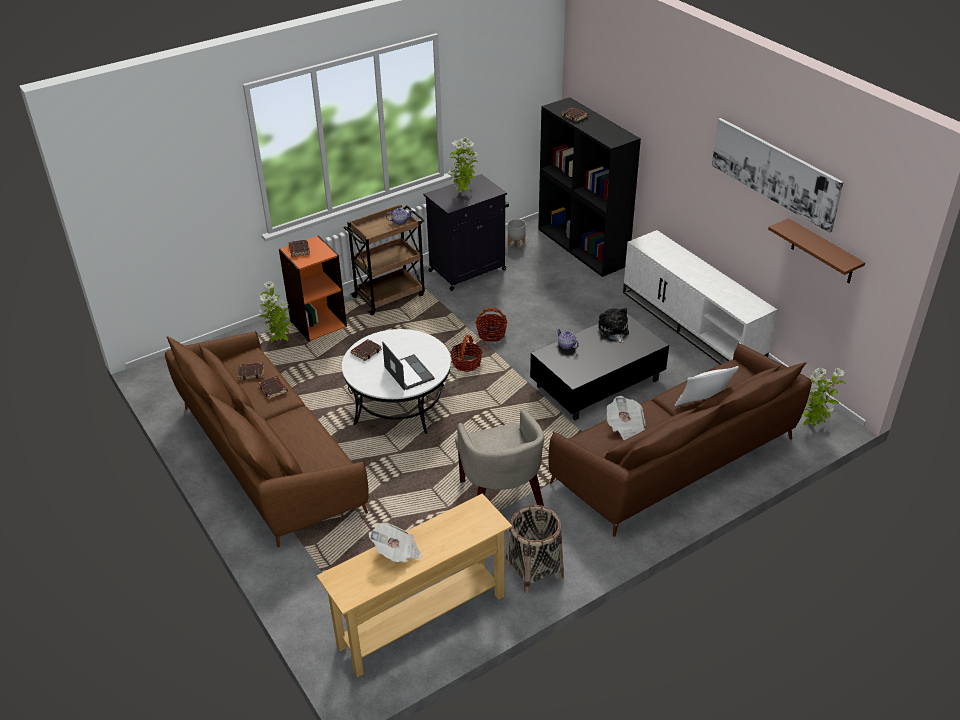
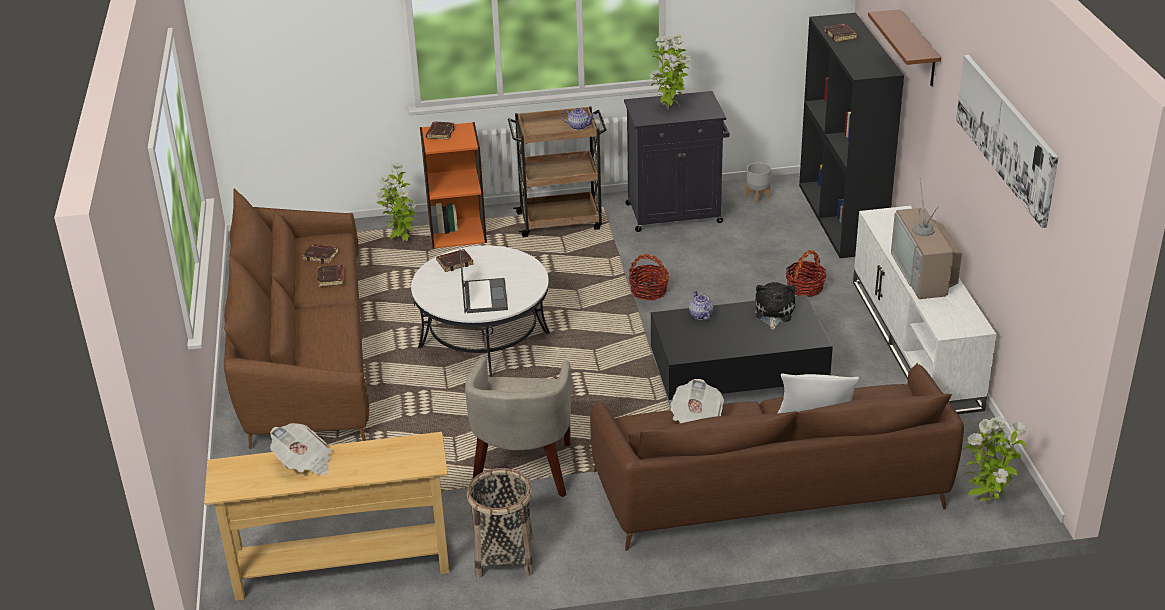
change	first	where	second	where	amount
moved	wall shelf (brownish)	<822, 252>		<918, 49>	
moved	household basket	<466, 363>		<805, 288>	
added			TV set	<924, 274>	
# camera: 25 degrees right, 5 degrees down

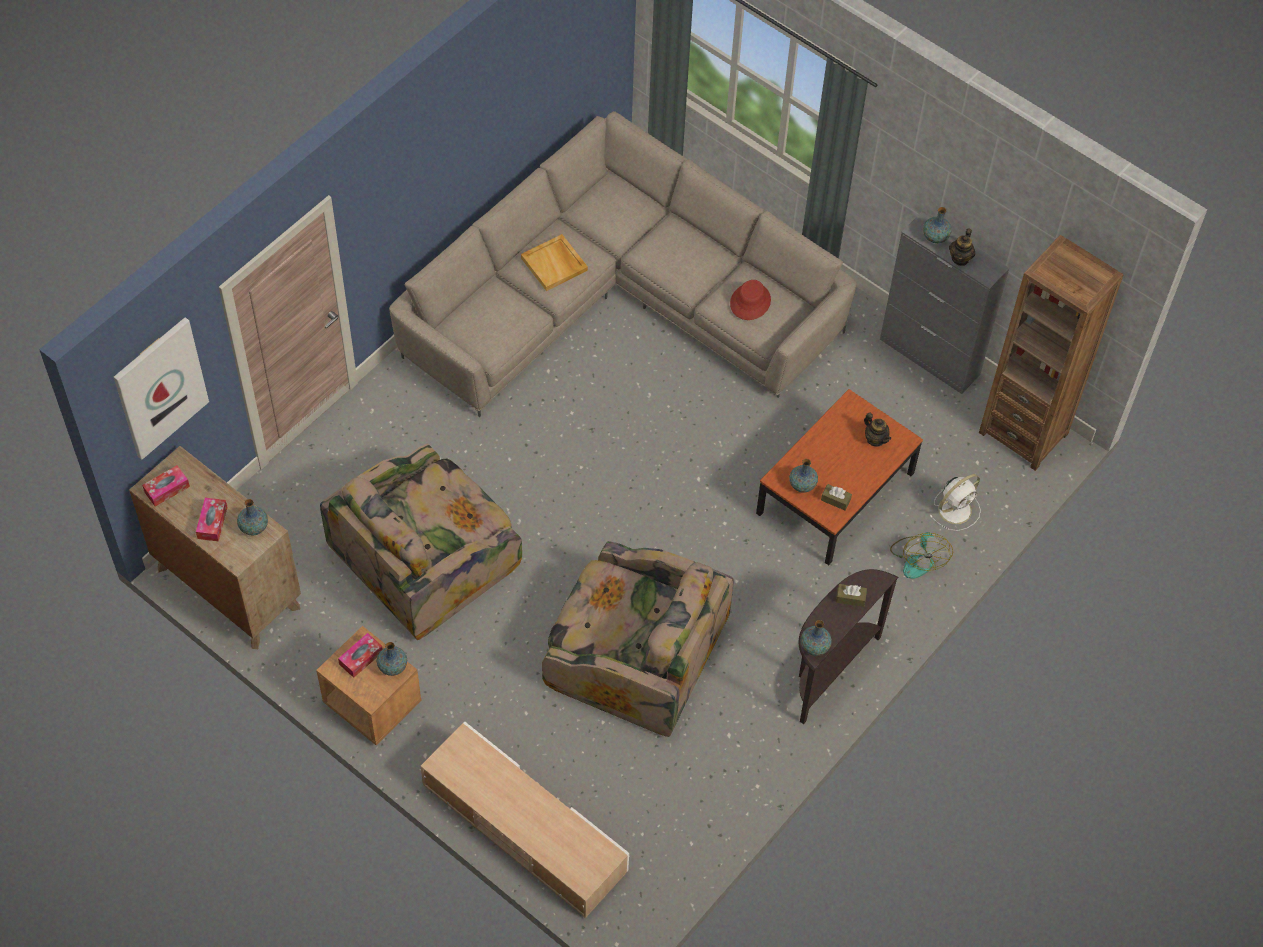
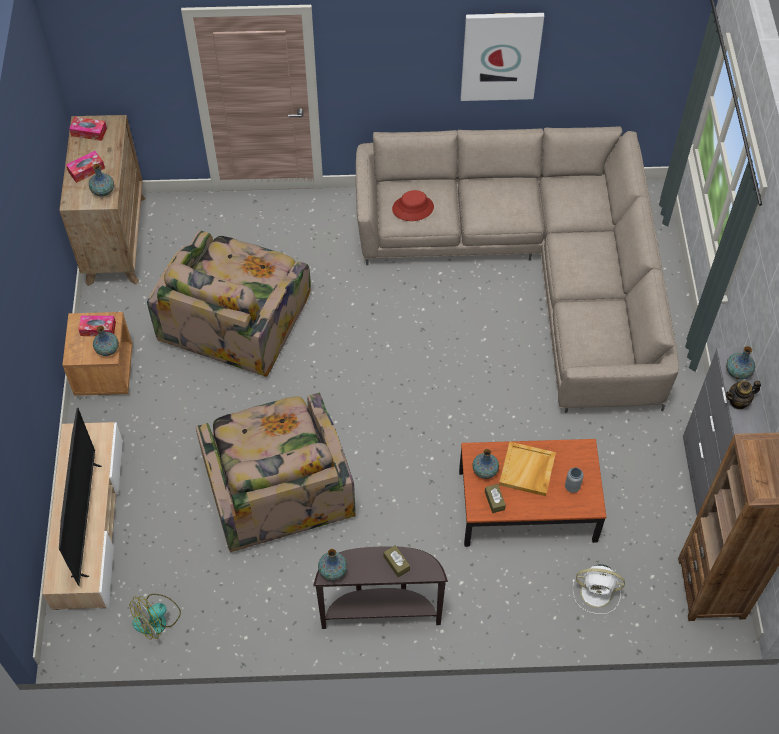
change	first	where	second	where	amount
moved	tray (beige)	<555, 264>		<527, 470>	
moved	clothing hat (red)	<750, 302>		<413, 208>	
moved	wall art	<160, 387>		<500, 56>	
replaced	pot for tea	<875, 439>	vase (greyish)	<572, 487>	
turned	easy chair	<427, 557>		<236, 317>	75 degrees counterclockwise
moved	fan	<918, 558>		<157, 619>	
added			TV set	<86, 520>	
# camera: 50 degrees right, 0 degrees up

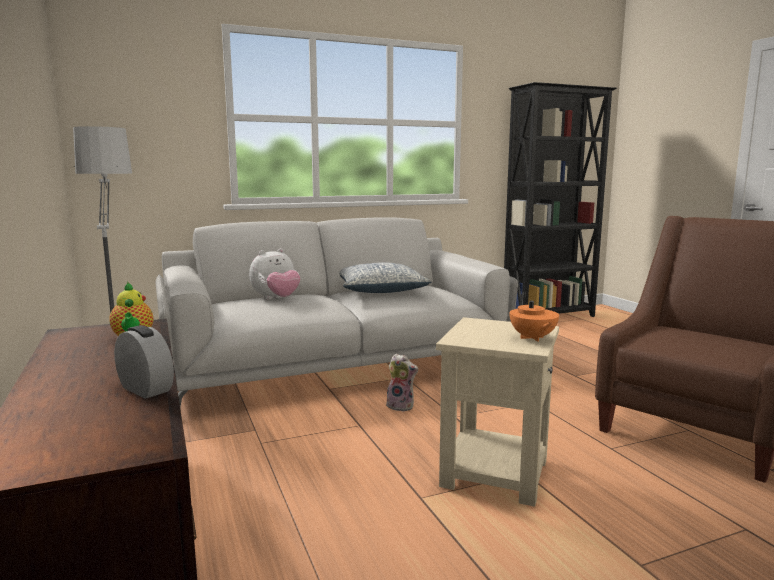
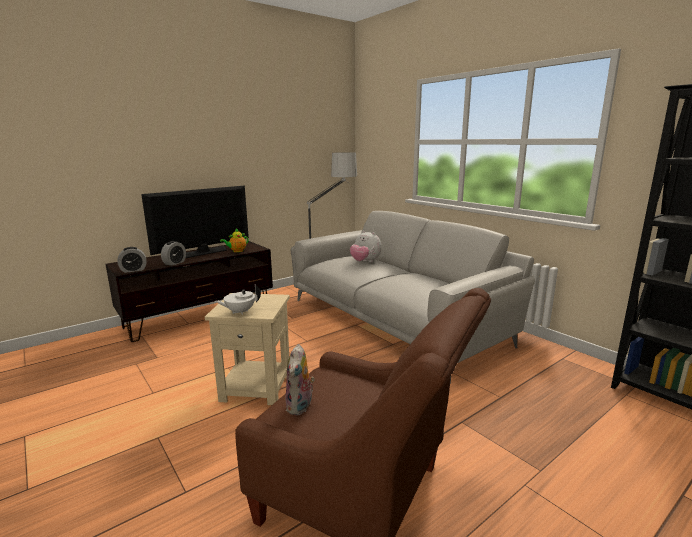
change	first	where	second	where	amount
removed	throw pillow	<381, 290>			
recoloured	pot for tea (orange)	<532, 338>	pot for tea (white-coloured)	<240, 312>	
moved	soft toy	<401, 406>		<300, 407>	
added			TV set	<203, 252>	
added			table clock	<133, 270>	
# camera: 75 degrees right, 5 degrees up

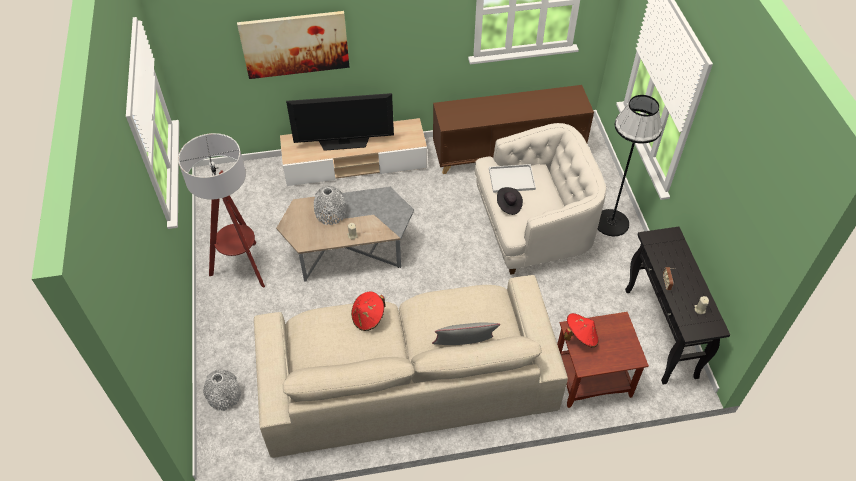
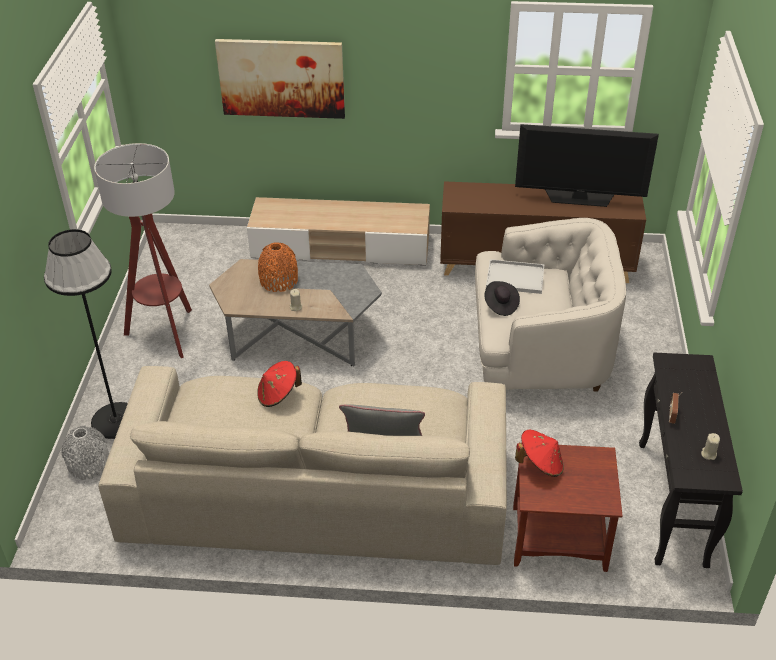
change	first	where	second	where	amount
moved	TV set	<344, 142>		<579, 198>	
moved	floor lamp (black-coloured)	<611, 222>		<116, 420>	
recoloured	vase (greyish)	<330, 213>	vase (orange)	<279, 280>	
# camera: 15 degrees right, 10 degrees down

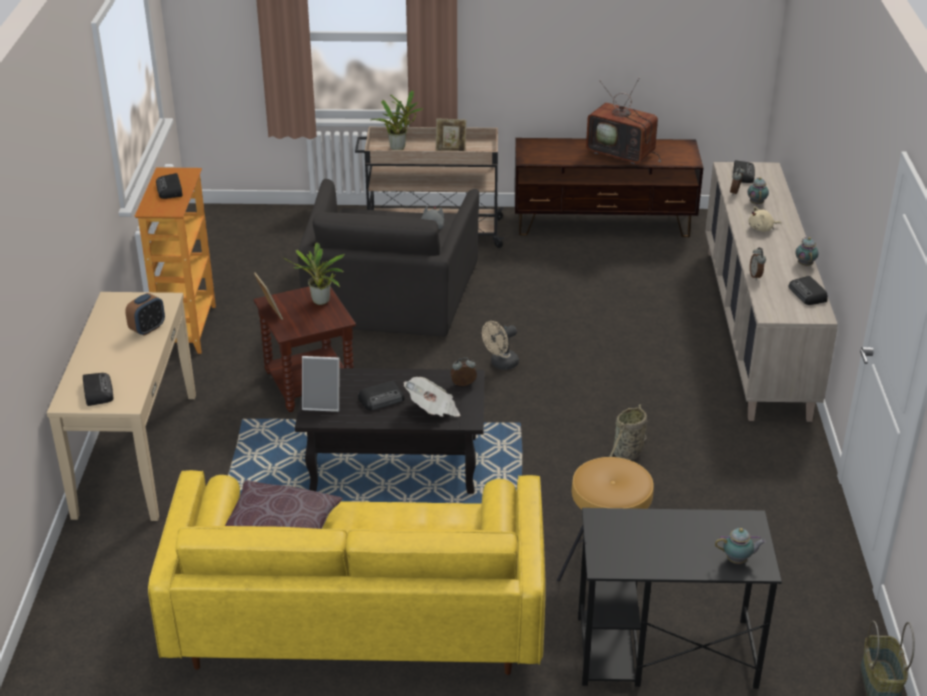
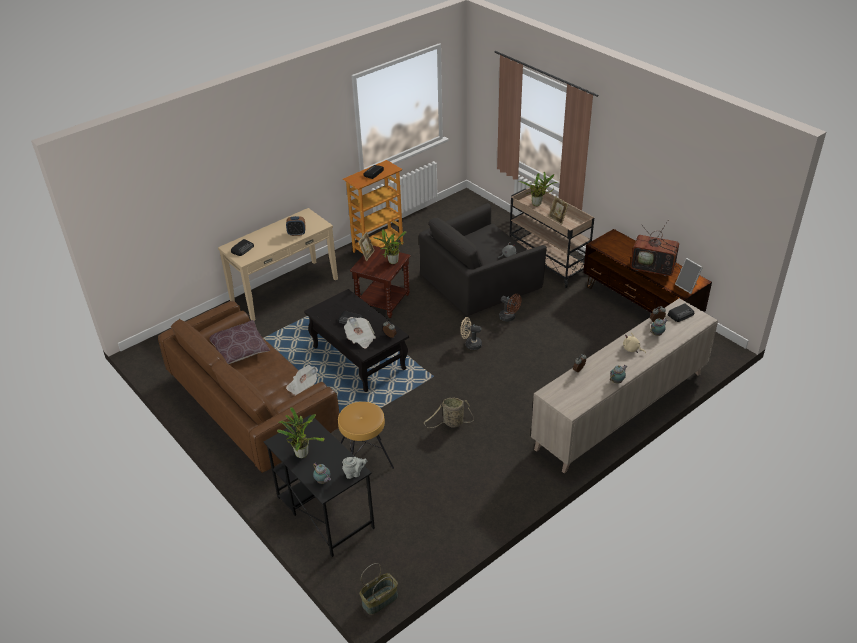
change	first	where	second	where	amount
turned	TV set	<623, 153>		<654, 267>	60 degrees counterclockwise
removed	radio receiver	<808, 294>			
moved	photo frame	<323, 403>		<687, 286>	
recoloured	couch (yellow-coloured)	<358, 617>	couch (brownish)	<253, 407>	
added			fan (brownish)	<509, 317>	
added			daily paper	<303, 387>	
added			houseplant	<301, 452>	
added			pot for tea (greyish)	<354, 473>	
# camera: 50 degrees right, 5 degrees up

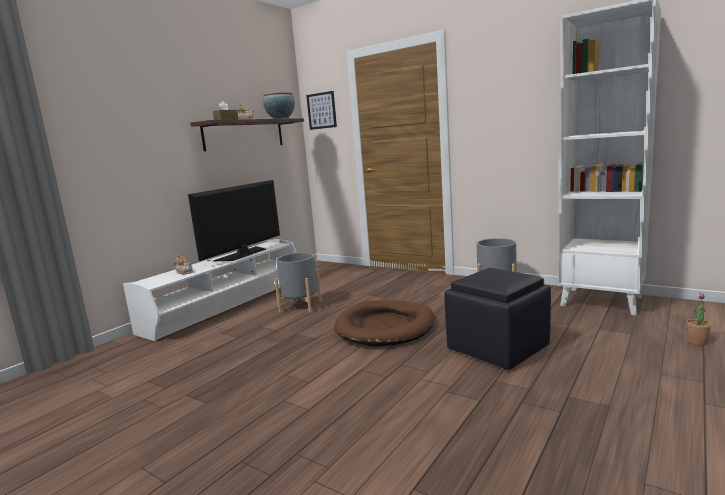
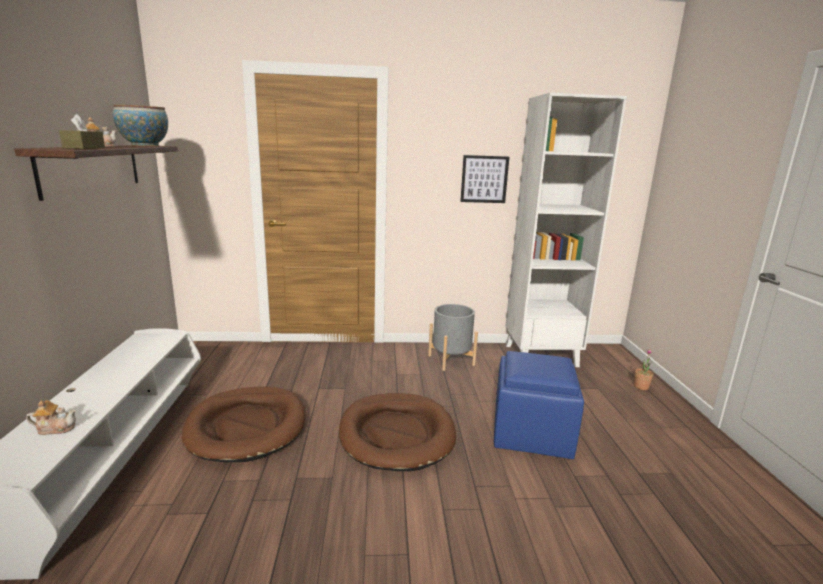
change	first	where	second	where	amount
moved	wall art	<321, 110>		<484, 179>	
removed	TV set	<243, 254>			
replaced	flower pot (greyish)	<300, 306>	dog cushion (brownish)	<247, 427>	
recoloured	footrest (black-coloured)	<496, 348>	footrest (blue-coloured)	<530, 434>	
# camera: 40 degrees left, 5 degrees up

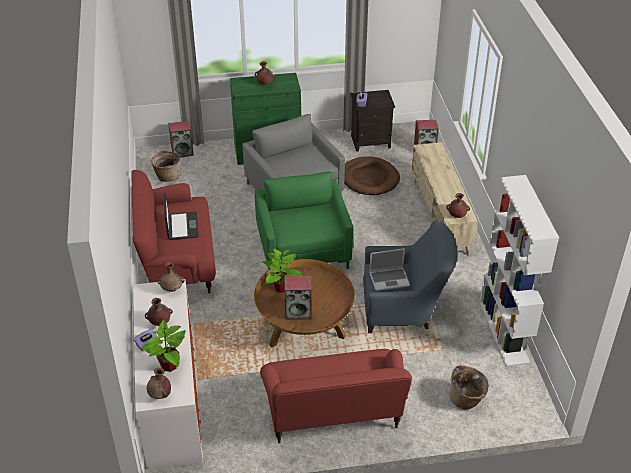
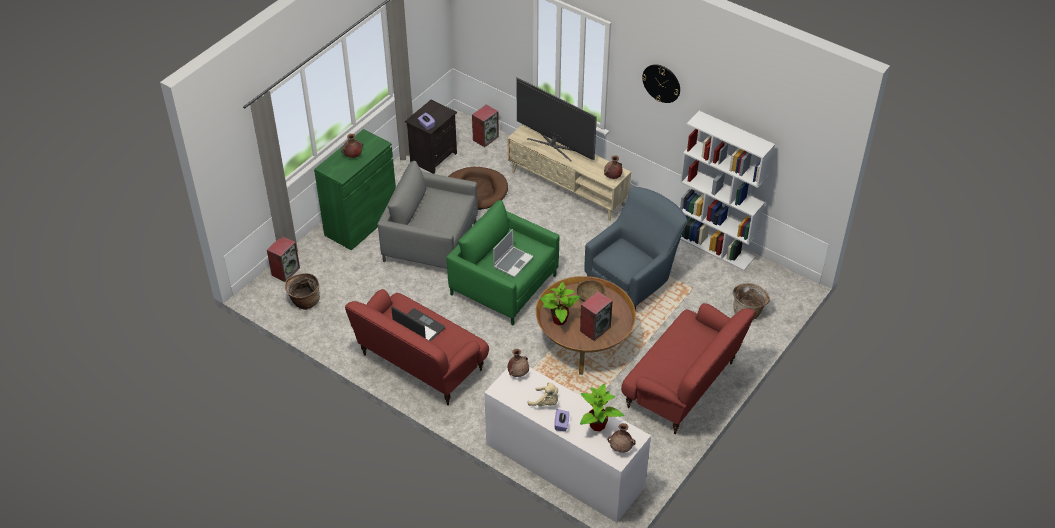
change	first	where	second	where	amount
moved	notebook computer	<389, 279>		<513, 262>	
replaced	vase (brownish)	<159, 322>	soft toy (beige)	<546, 402>	
added			wall clock	<661, 83>	
added			TV set	<554, 145>	
added			serving bowl (brownish)	<589, 295>	
# camera: 45 degrees left, 5 degrees up

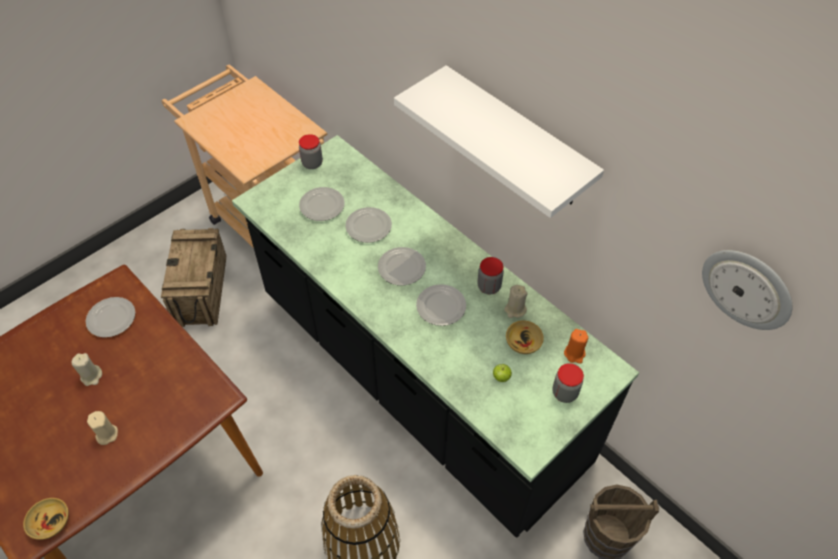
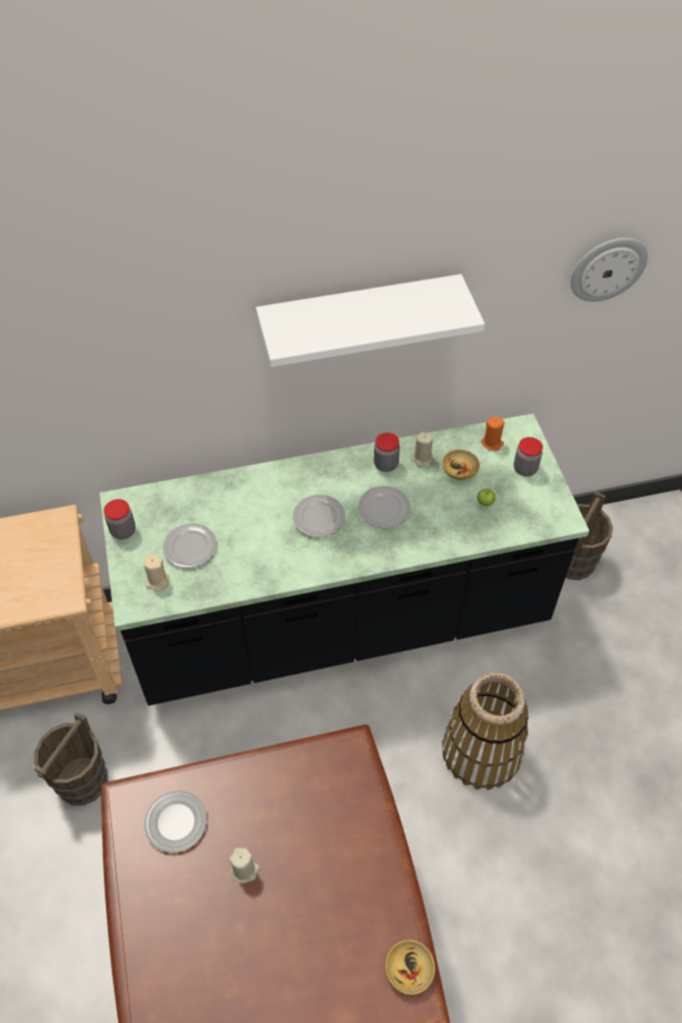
change	first	where	second	where	amount
removed	dinner plate	<369, 227>			
replaced	crate	<202, 291>	pail (brownish)	<82, 780>	
moved	wax light (beige)	<107, 434>		<157, 581>	
# camera: 60 degrees left, 0 degrees up

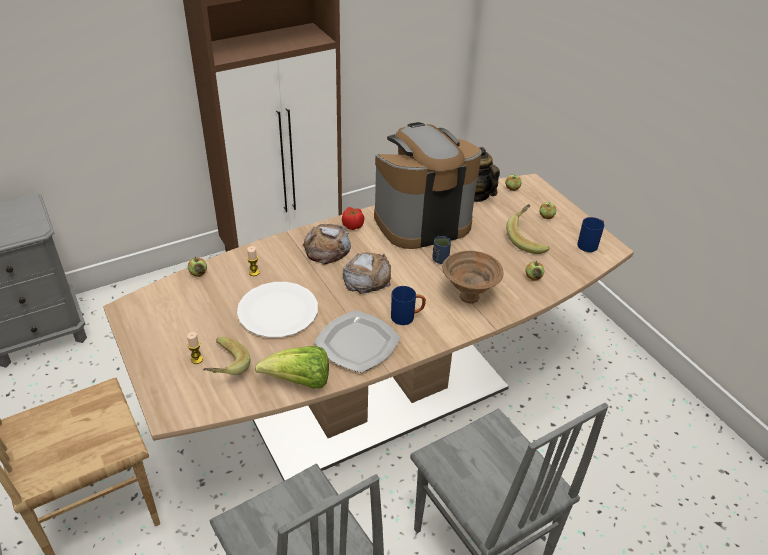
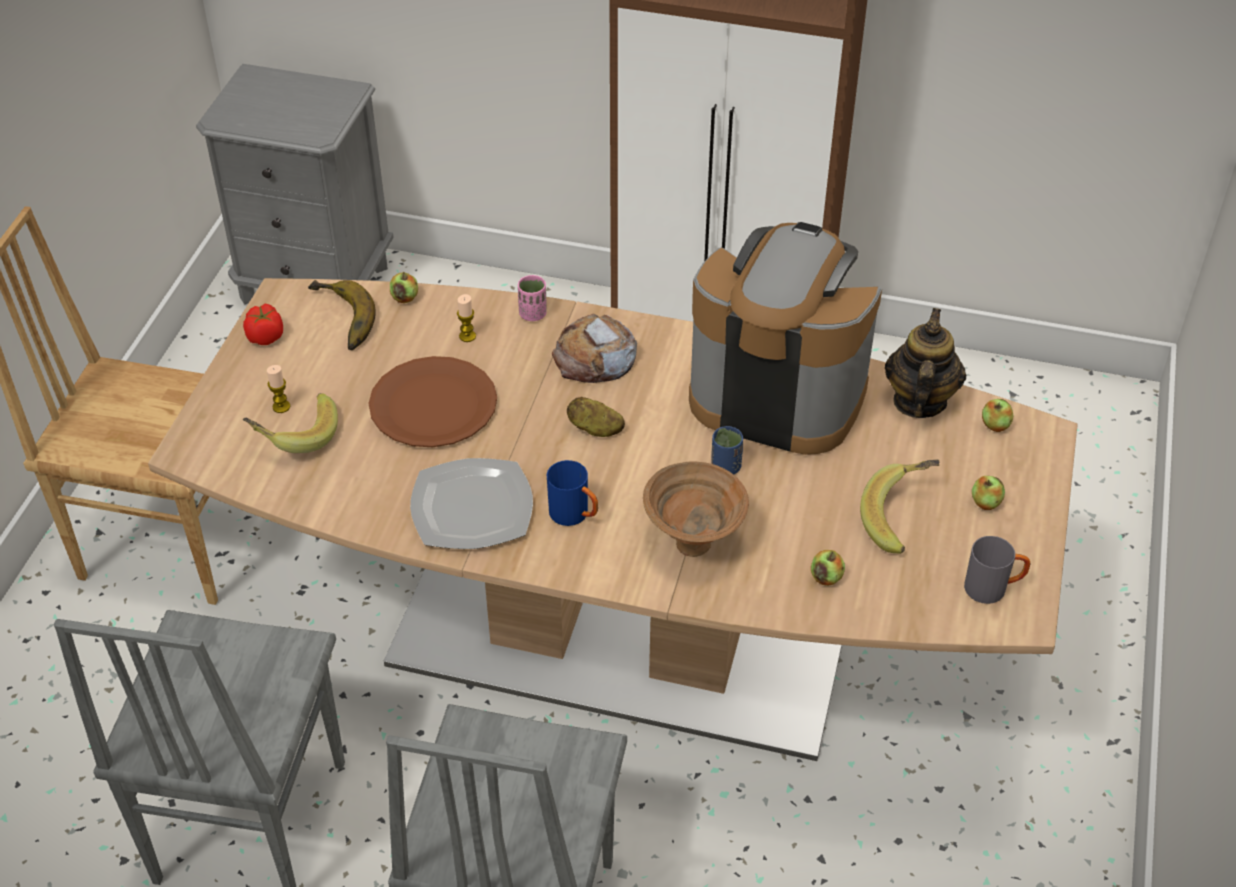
change	first	where	second	where	amount
moved	whole tomato	<352, 225>		<266, 336>	
recoloured	coffee mug (blue-coloured)	<589, 244>	coffee mug (greyish)	<993, 588>	
replaced	bread	<367, 277>	potato	<595, 429>	
recoloured	dinner plate (white-coloured)	<277, 311>	dinner plate (brownish)	<433, 405>	
removed	head of lettuce	<299, 382>			
added			small cup (pink)	<533, 314>	
added			banana	<338, 320>	
# camera: 45 degrees right, 5 degrees up

